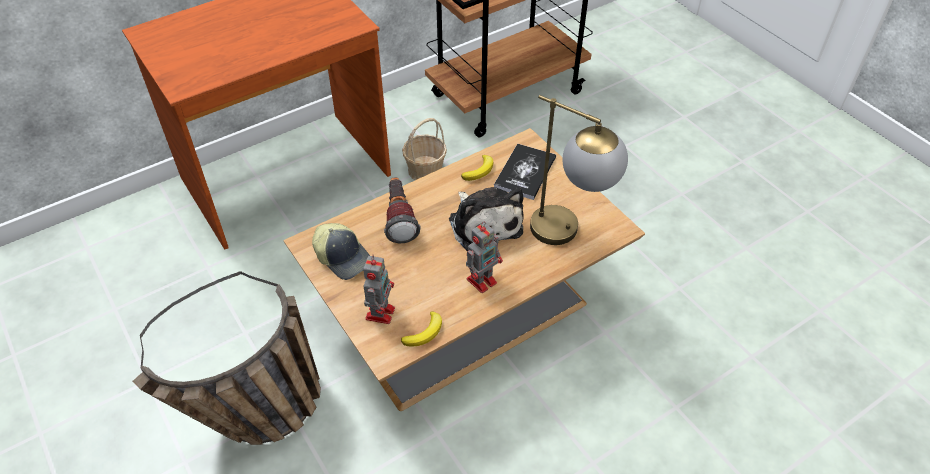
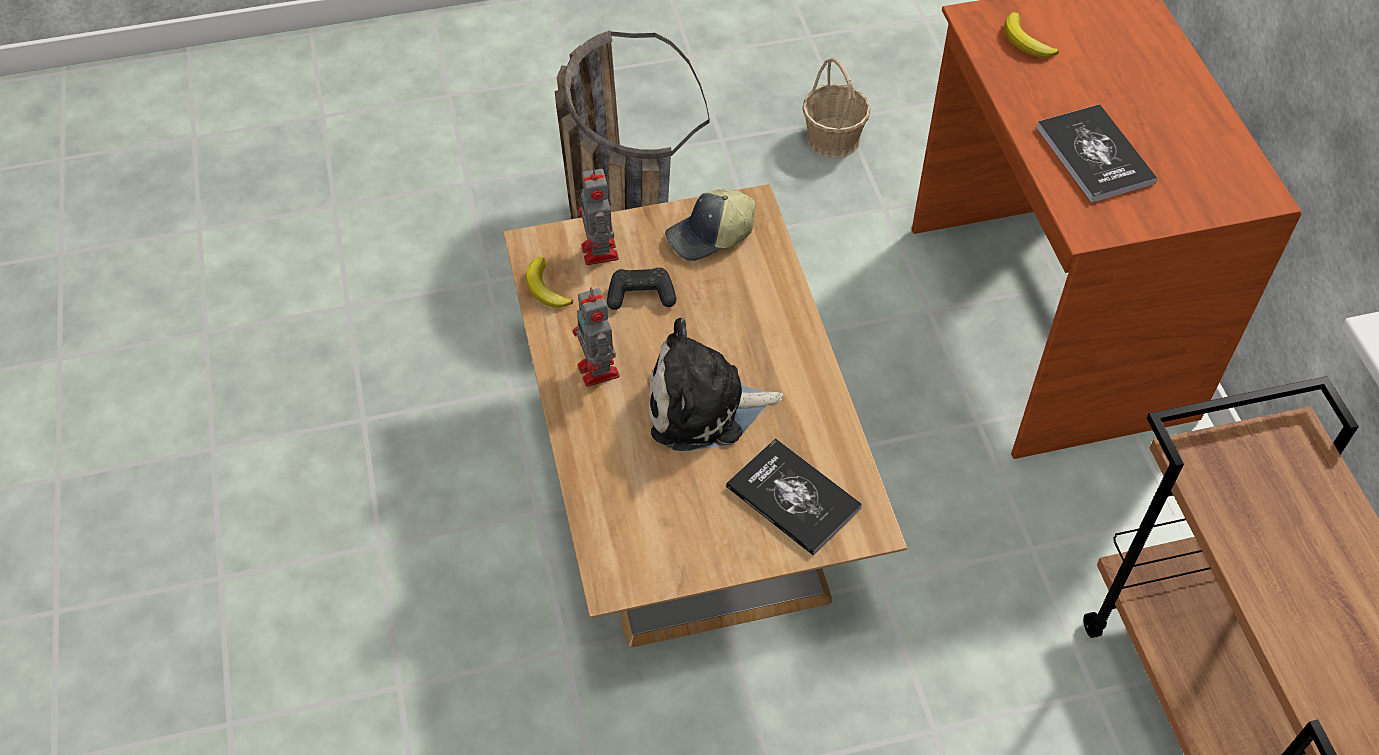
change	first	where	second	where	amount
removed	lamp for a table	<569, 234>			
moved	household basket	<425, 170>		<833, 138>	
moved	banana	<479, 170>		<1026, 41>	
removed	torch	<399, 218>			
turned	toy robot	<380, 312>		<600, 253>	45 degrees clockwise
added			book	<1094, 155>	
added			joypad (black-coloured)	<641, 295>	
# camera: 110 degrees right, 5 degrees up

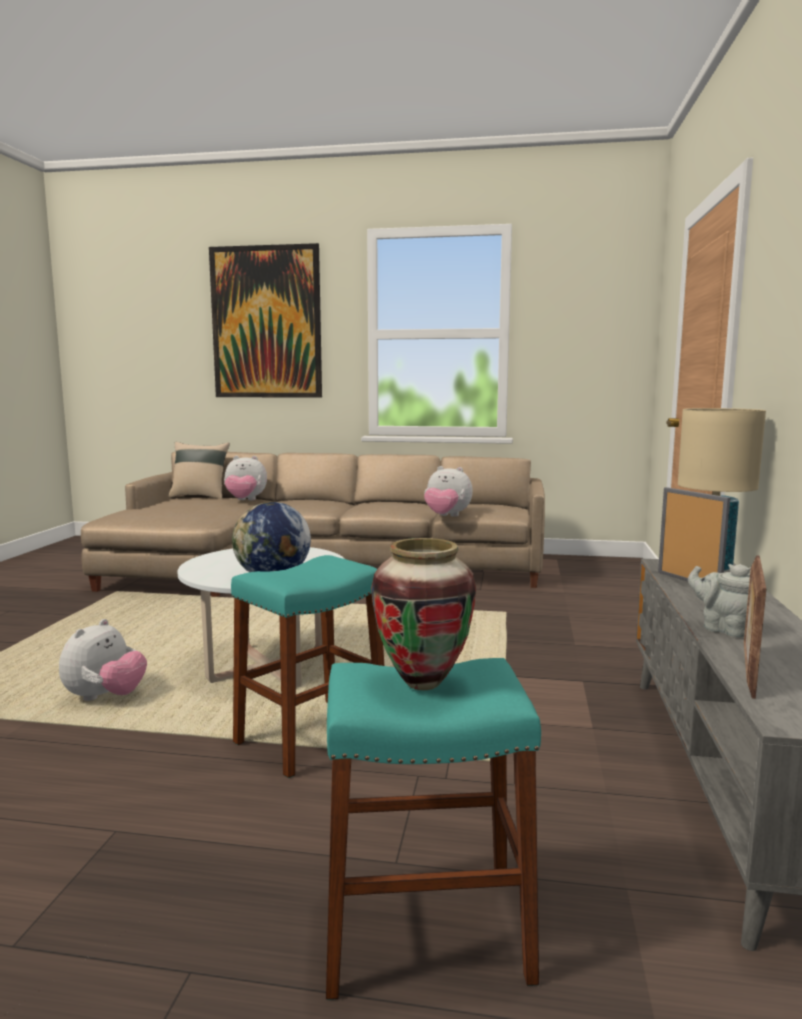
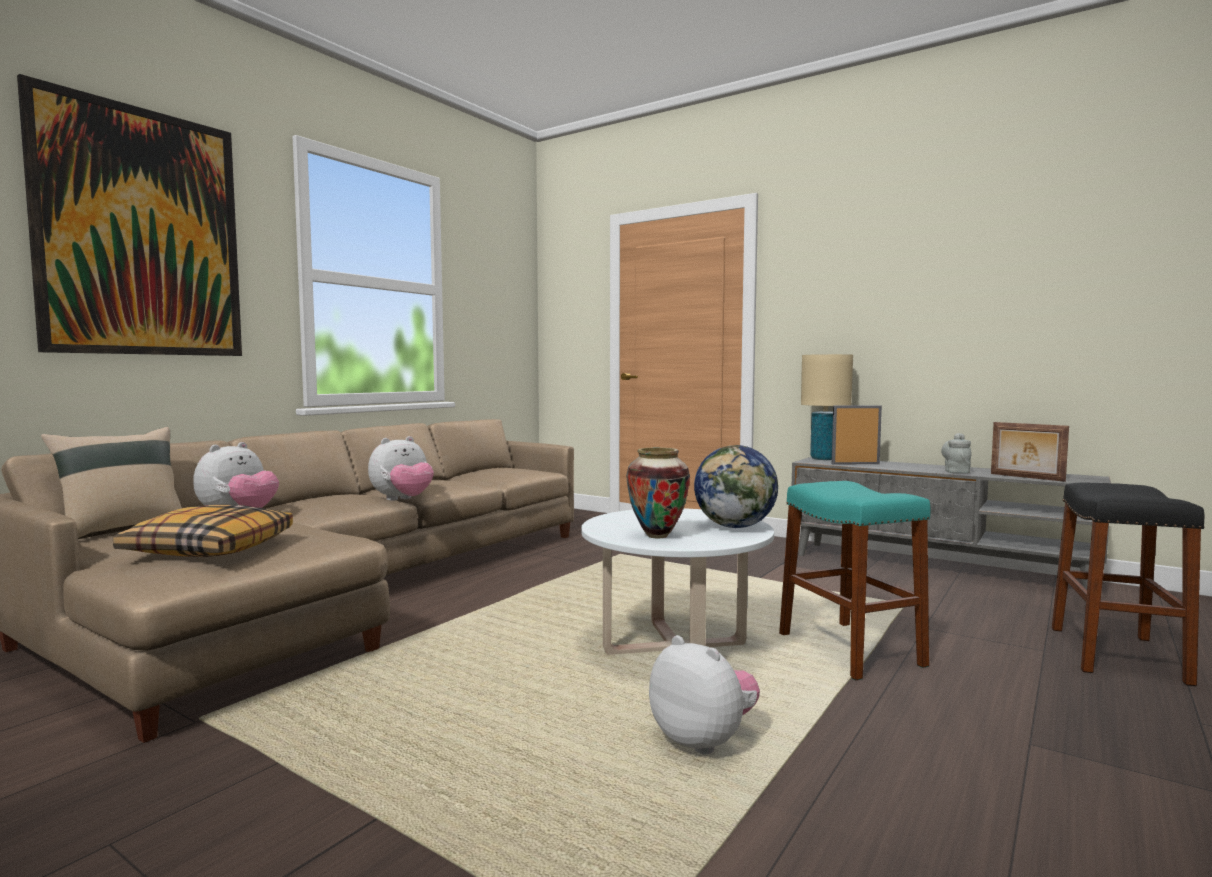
change	first	where	second	where	amount
moved	soft toy	<446, 516>		<402, 500>	
moved	vase	<423, 683>		<657, 536>	
turned	pot for tea (greyish)	<724, 629>		<956, 471>	120 degrees clockwise
recoloured	stool (turquoise-coloured)	<424, 932>	stool (black-coloured)	<1116, 654>	
added			throw pillow	<209, 549>	
# camera: 65 degrees left, 5 degrees down

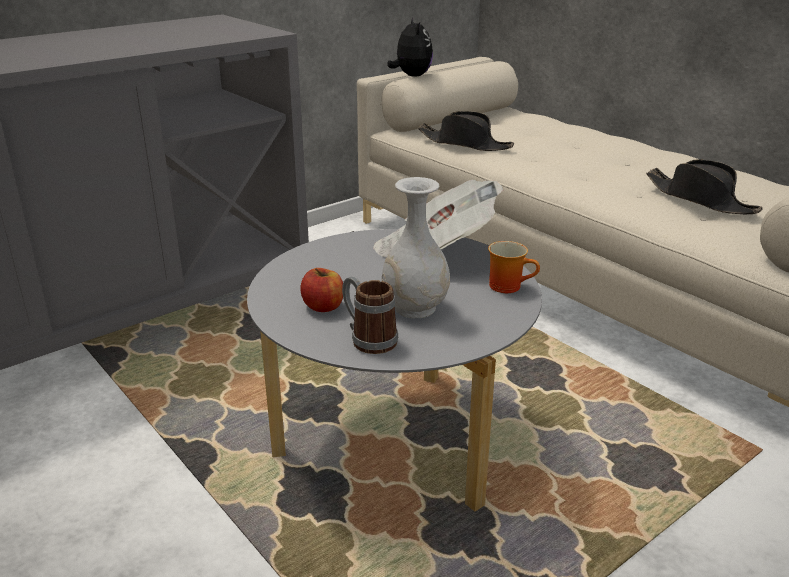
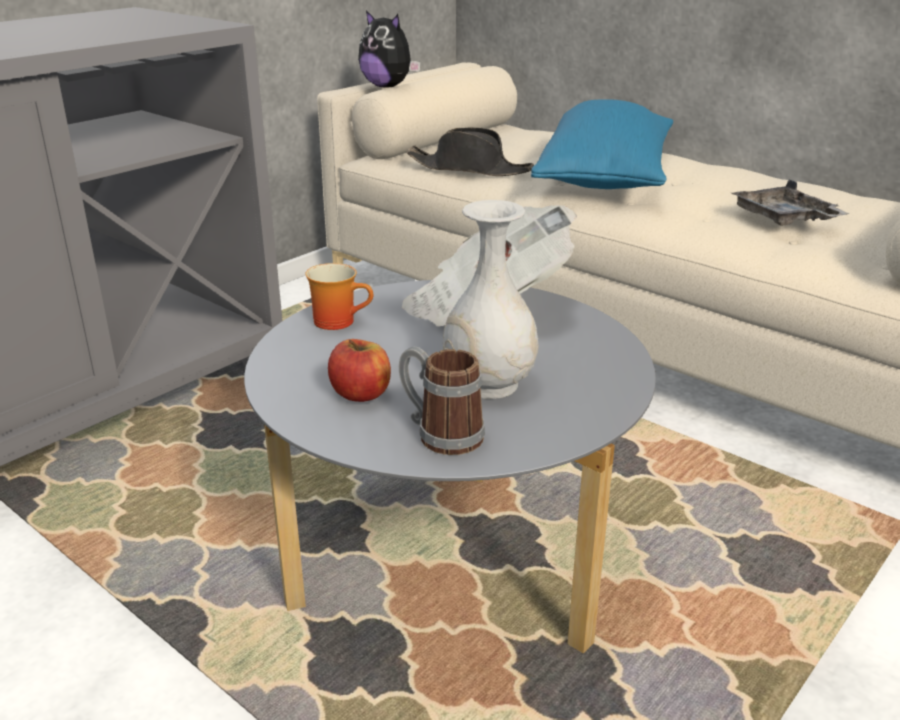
change	first	where	second	where	amount
turned	soft toy	<411, 76>		<388, 86>	150 degrees clockwise
replaced	clothing hat (black-coloured)	<700, 199>	tray (greyish)	<784, 219>	
moved	coffee mug	<509, 286>		<340, 321>	
added			throw pillow (blue-coloured)	<605, 178>	
# camera: 10 degrees left, 0 degrees up

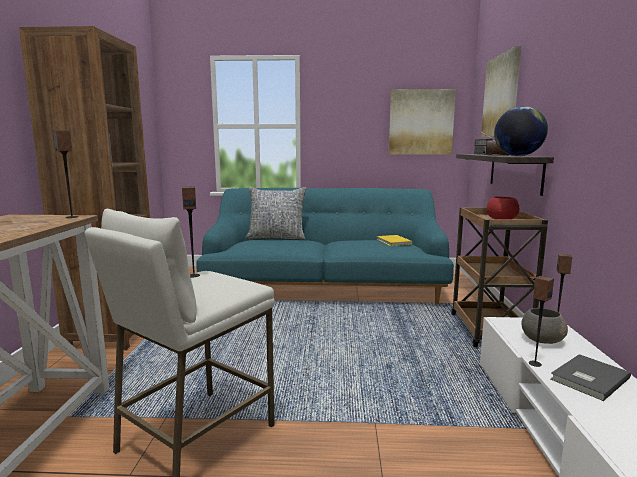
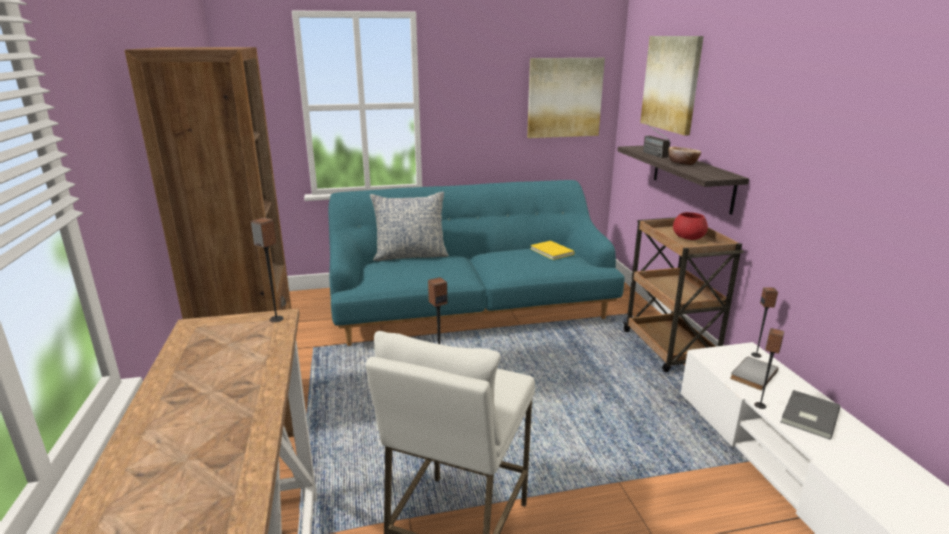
change	first	where	second	where	amount
removed	globe	<517, 156>			
replaced	serving bowl (greyish)	<541, 340>	book (greyish)	<751, 374>	
# camera: 15 degrees left, 10 degrees up

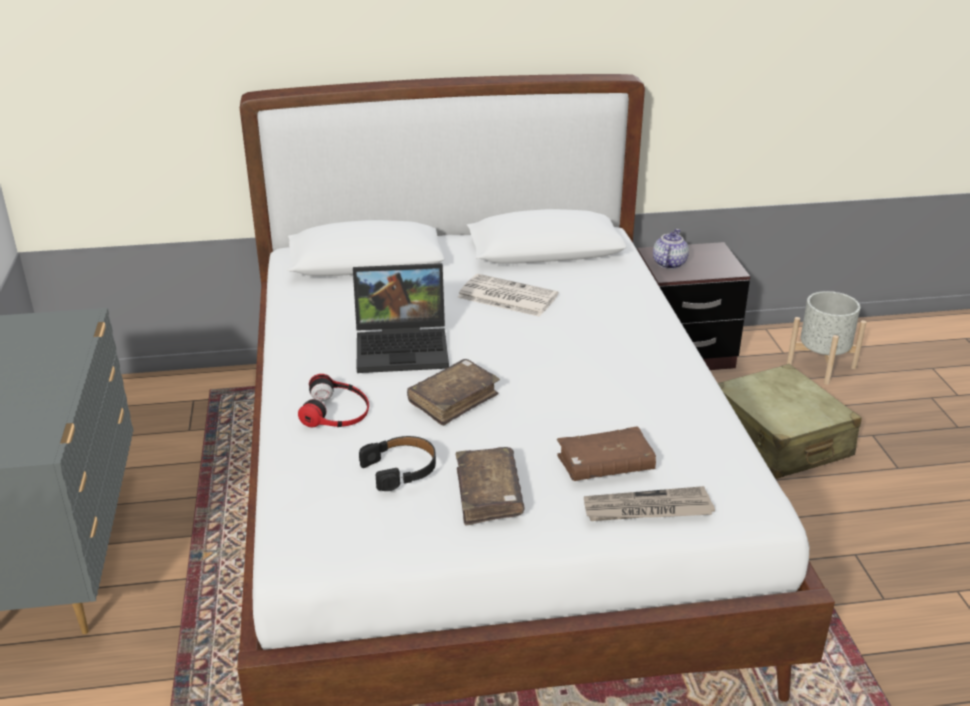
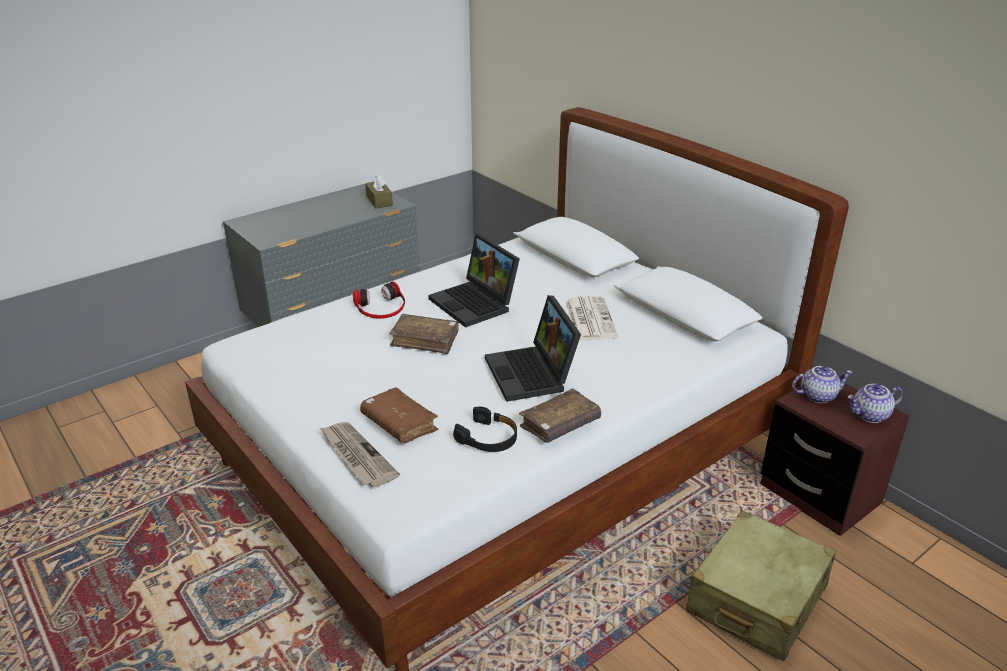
change	first	where	second	where	amount
removed	flower pot (greyish)	<821, 365>			
moved	pair of headphones (black-coloured)	<401, 469>		<488, 438>	
moved	book (brownish)	<488, 495>		<560, 425>	
added			tissue box (brownish)	<379, 201>	
added			notebook computer	<533, 374>	
added			pot for tea	<870, 416>	
# camera: 60 degrees right, 0 degrees up

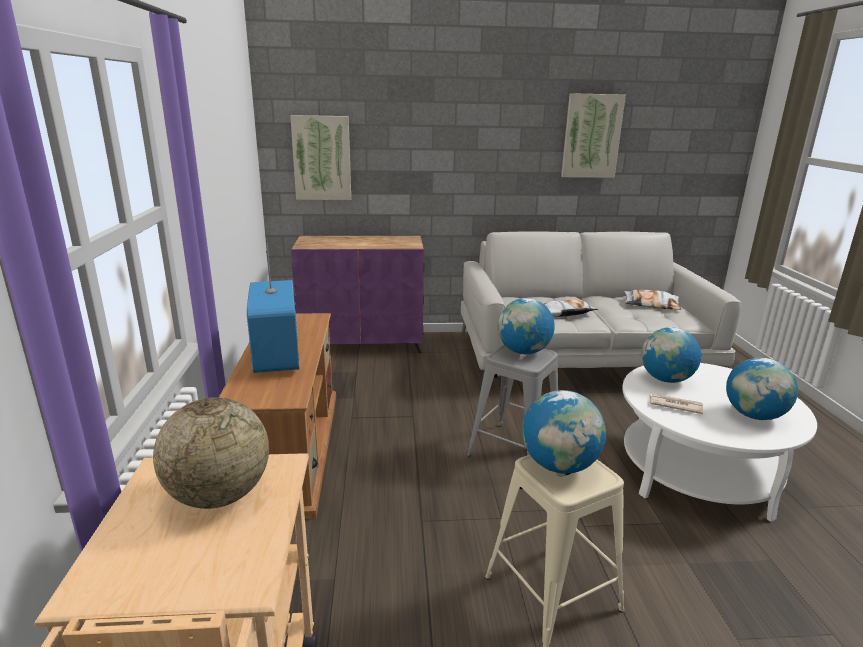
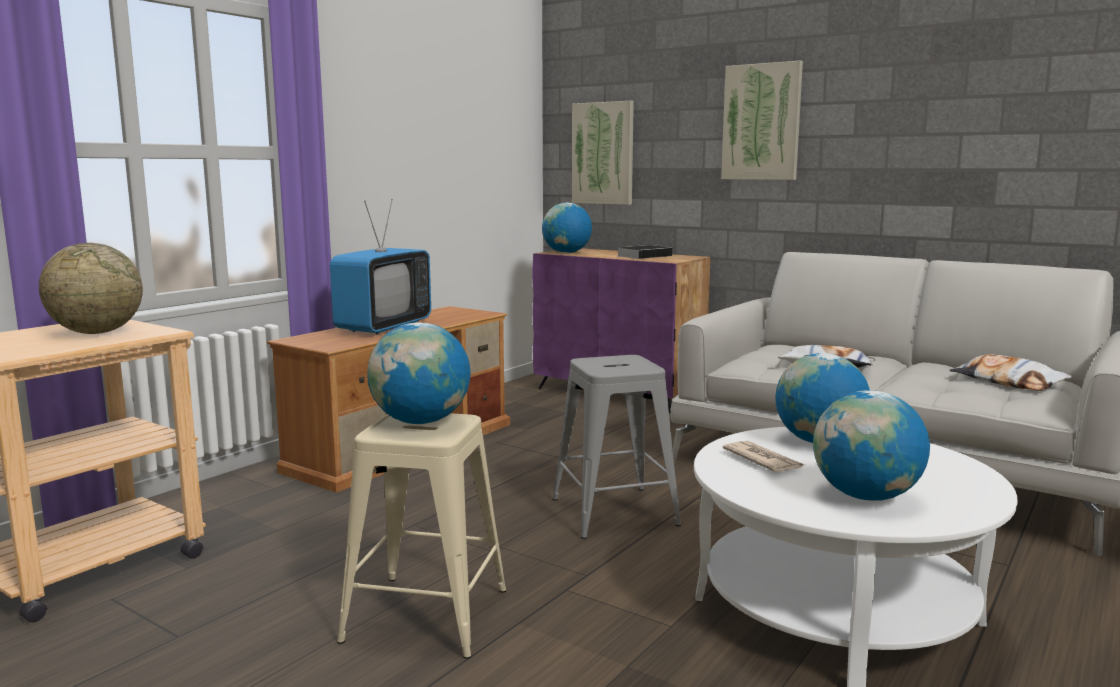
change	first	where	second	where	amount
moved	wall art	<591, 136>		<761, 122>	
moved	globe	<523, 351>		<566, 253>	
added			book	<645, 256>	
# camera: 40 degrees right, 10 degrees down

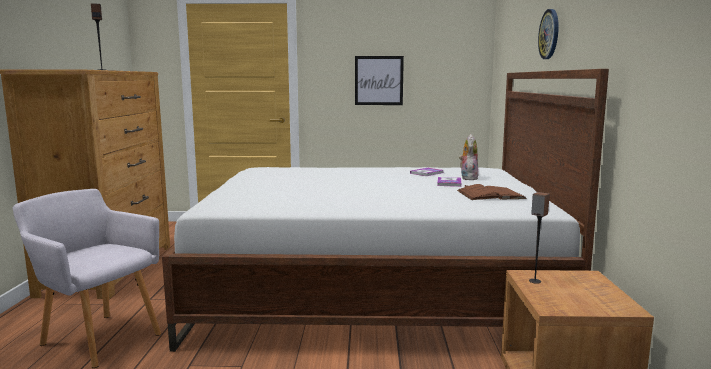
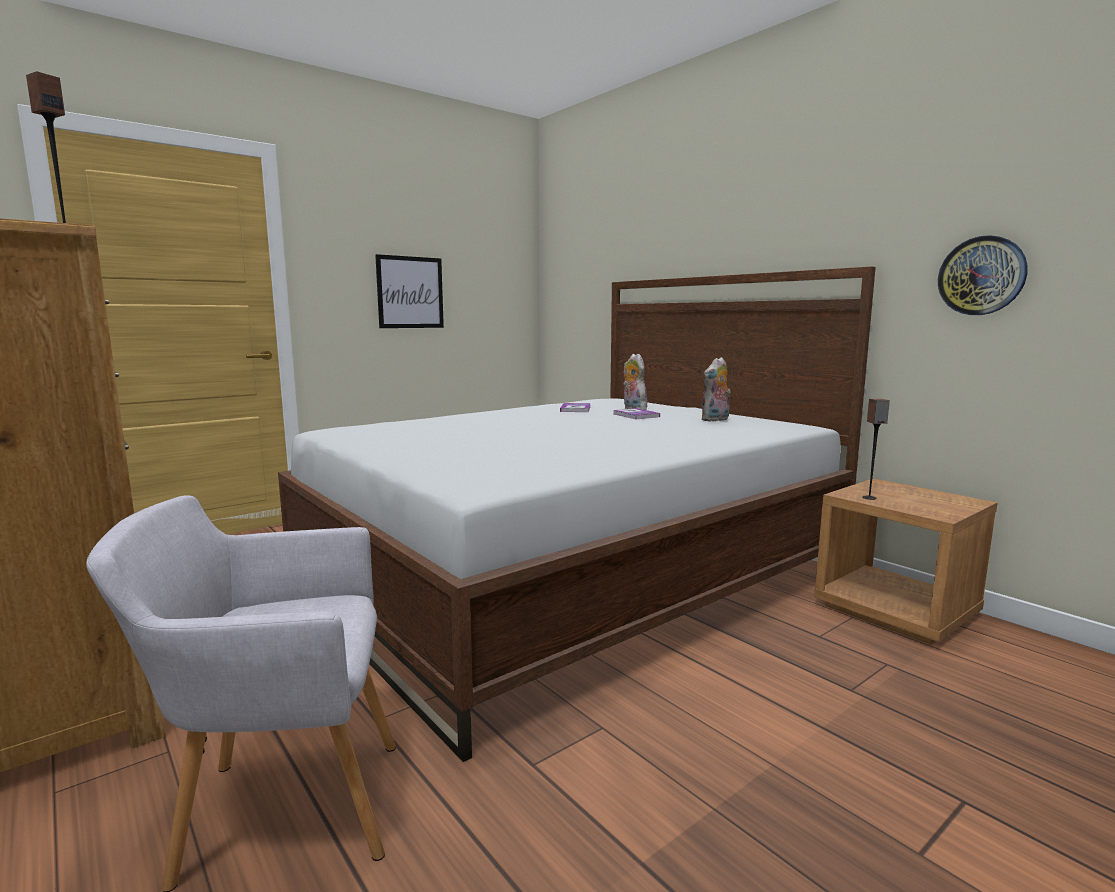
change	first	where	second	where	amount
moved	wall clock	<549, 34>		<981, 276>	
replaced	book (brownish)	<490, 194>	soft toy	<715, 420>	
# camera: 40 degrees left, 0 degrees up

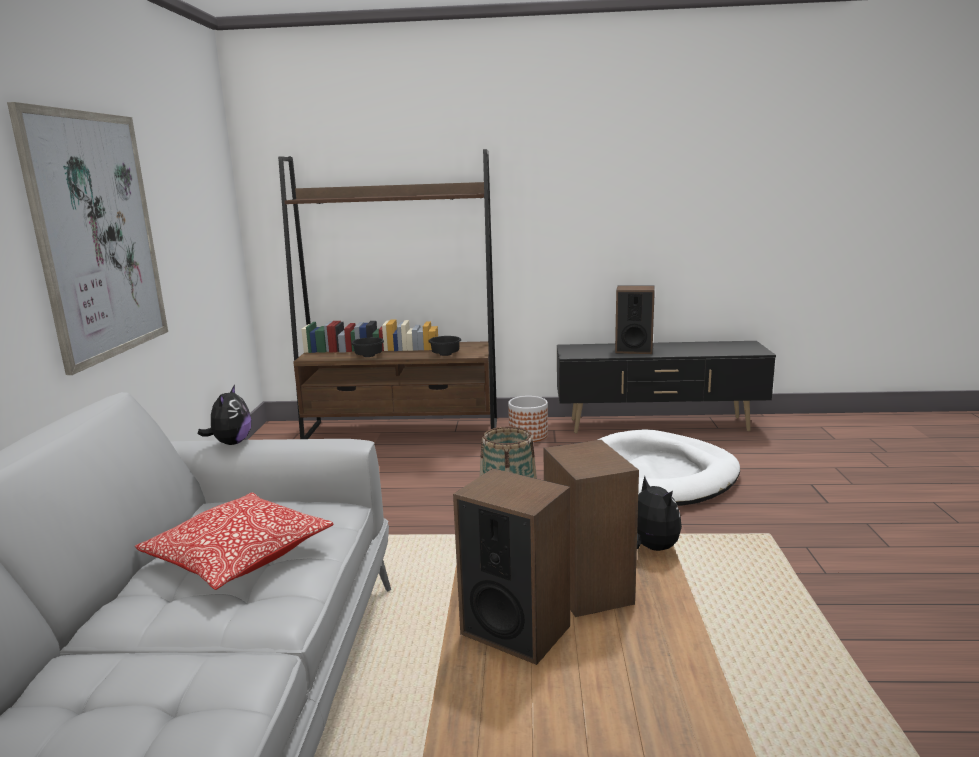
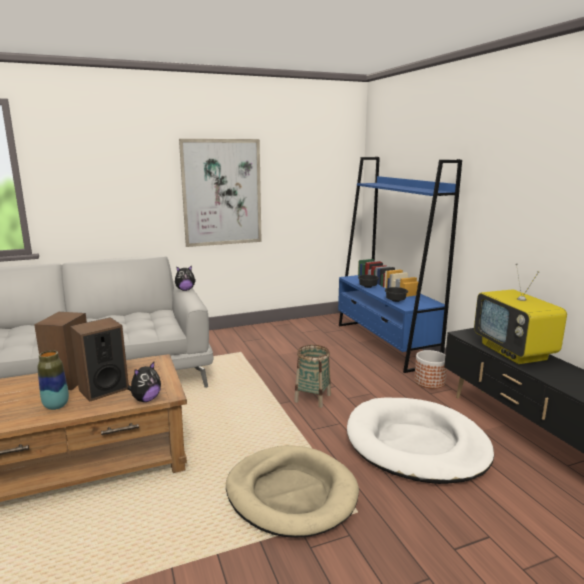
change	first	where	second	where	amount
recoloured	bookcase (brownish)	<402, 431>	bookcase (blue-coloured)	<385, 343>	
replaced	speaker	<633, 350>	TV set	<514, 352>	
removed	throw pillow	<239, 557>			
added			vase	<56, 406>	
added			dog cushion (beige)	<291, 494>	
# camera: 65 degrees right, 0 degrees up

